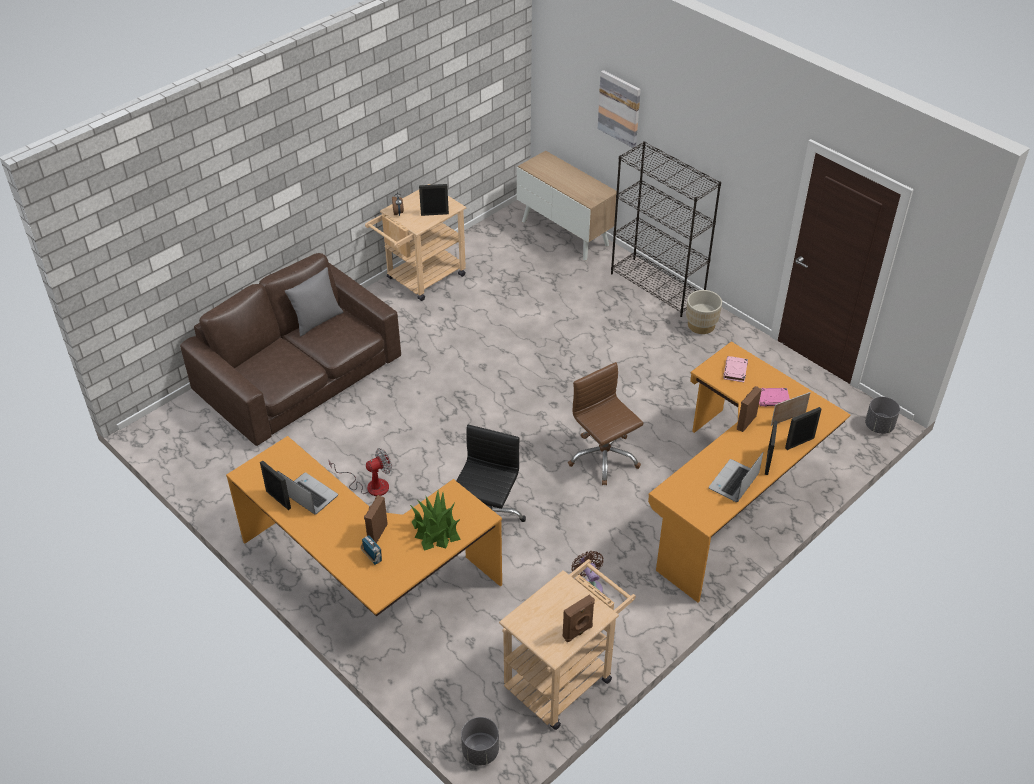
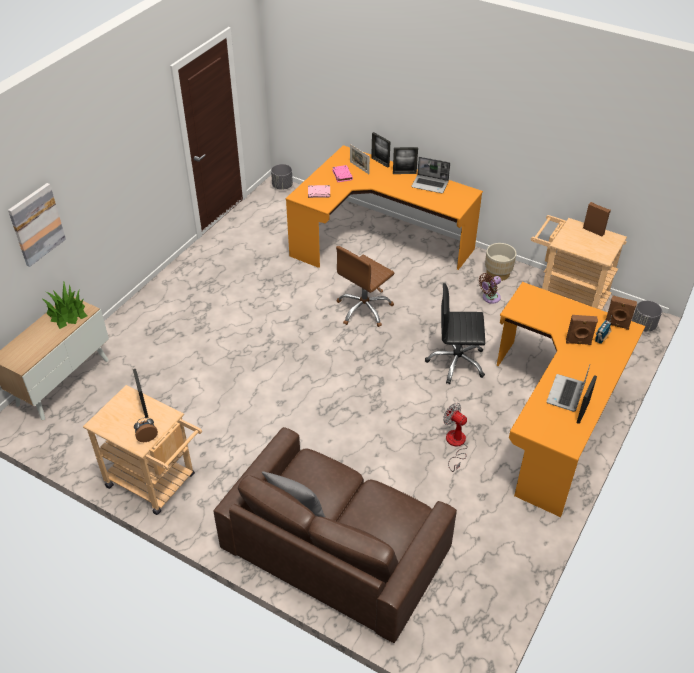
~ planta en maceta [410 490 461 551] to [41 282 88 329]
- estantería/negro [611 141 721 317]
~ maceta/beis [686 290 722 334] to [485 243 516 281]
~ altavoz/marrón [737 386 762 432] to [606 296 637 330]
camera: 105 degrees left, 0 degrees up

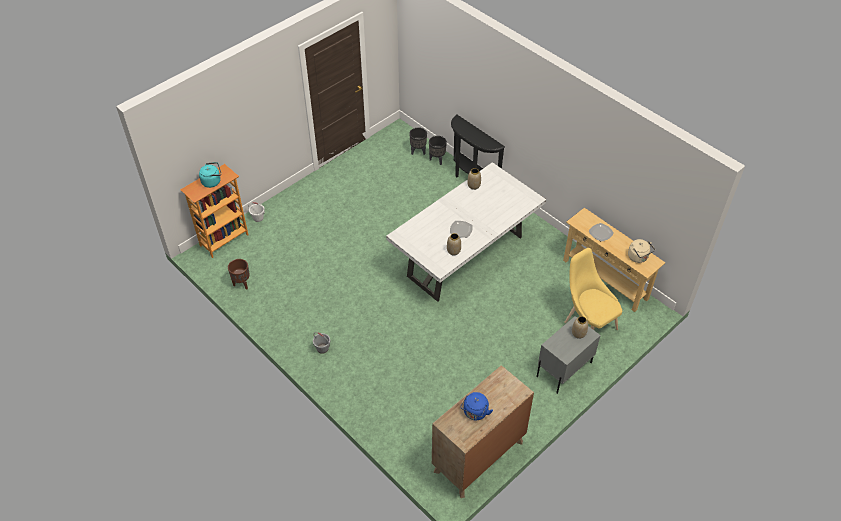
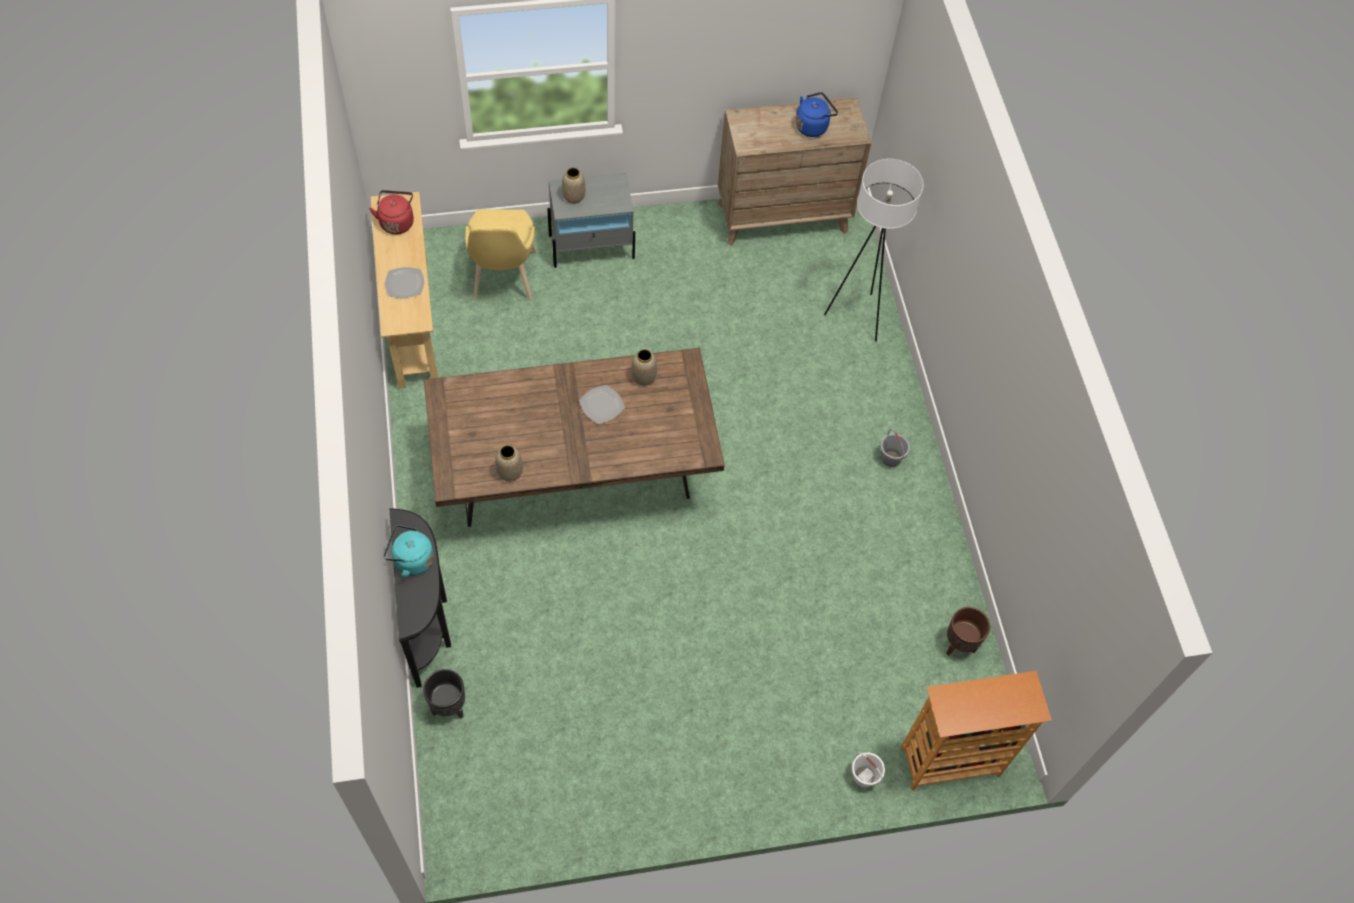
~ hervidor/turquesa [199 162 221 188] to [384 525 434 577]
~ mesa de comedor/blanco [386 162 546 302] to mesa de comedor/marrón [424 348 725 527]
- maceta/negro [409 127 427 155]
~ hervidor/beis [628 239 655 263] to hervidor/rojo [369 190 414 234]
+ lámpara de pie/blanco [824 159 923 342]
camera: 150 degrees left, 10 degrees up

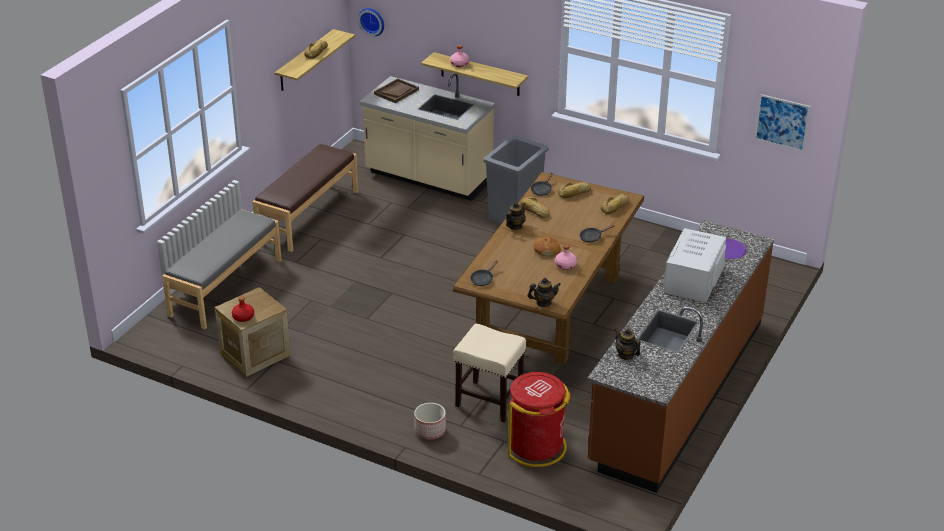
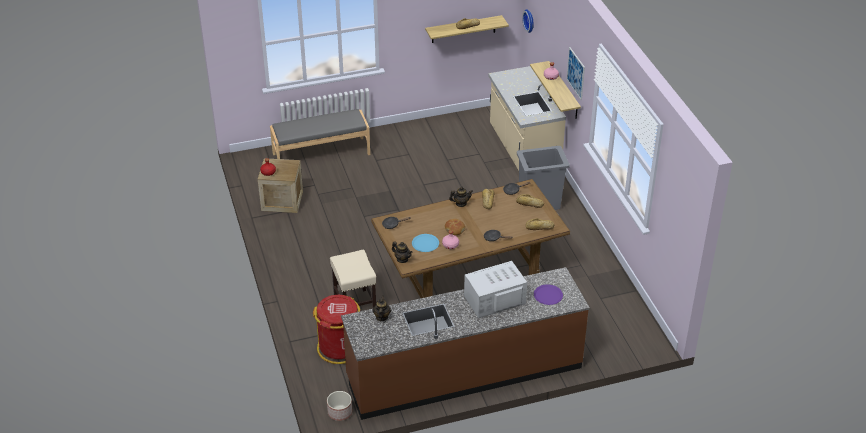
- banco/marrón [252 144 358 252]
- bandeja/marrón [374 78 419 103]
~ maceta [414 403 446 439] to [327 391 352 421]
~ cuadro [754 94 811 152] to [566 47 585 100]
+ plato/azul [412 234 439 252]
camera: 45 degrees right, 5 degrees up

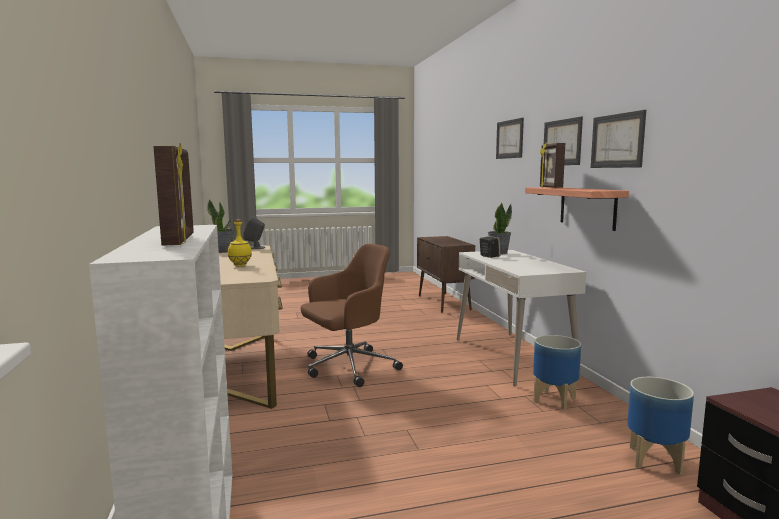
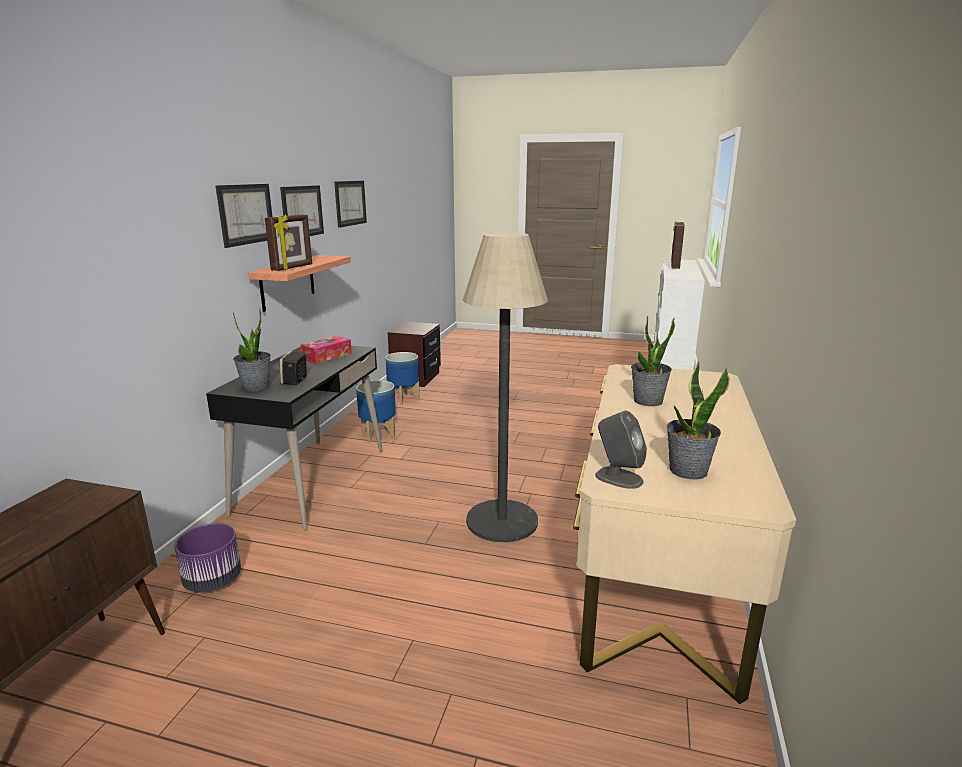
~ botella/amarillo [228 219 252 266] to planta en maceta [631 316 675 406]
~ silla de oficina/marrón [301 244 403 387] to lámpara de pie [463 232 548 542]
~ escritorio/blanco [457 250 587 386] to escritorio/negro [206 346 383 531]
~ cuadro [496 118 524 159] to [334 181 367 228]
+ maceta/morado [174 523 241 592]
+ caja de pañuelos [301 336 352 364]
camera: 150 degrees left, 10 degrees up

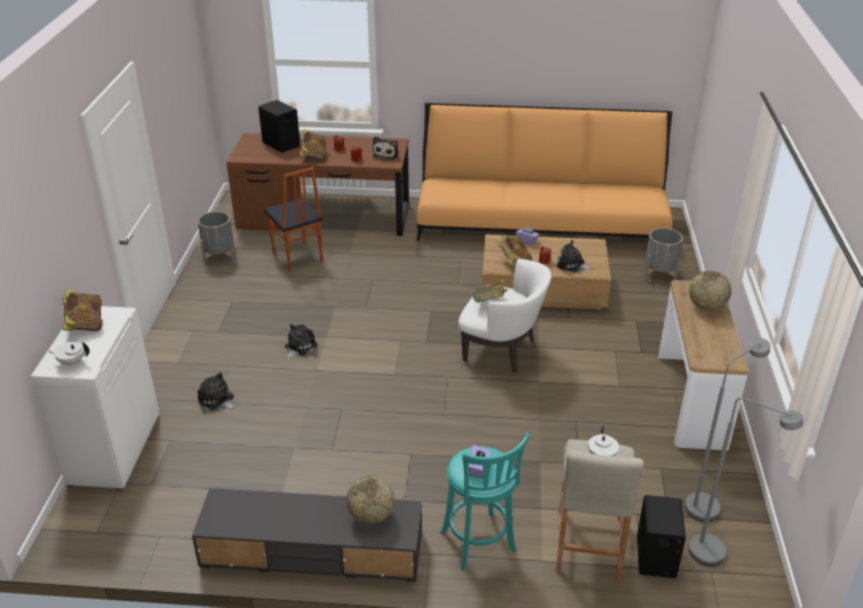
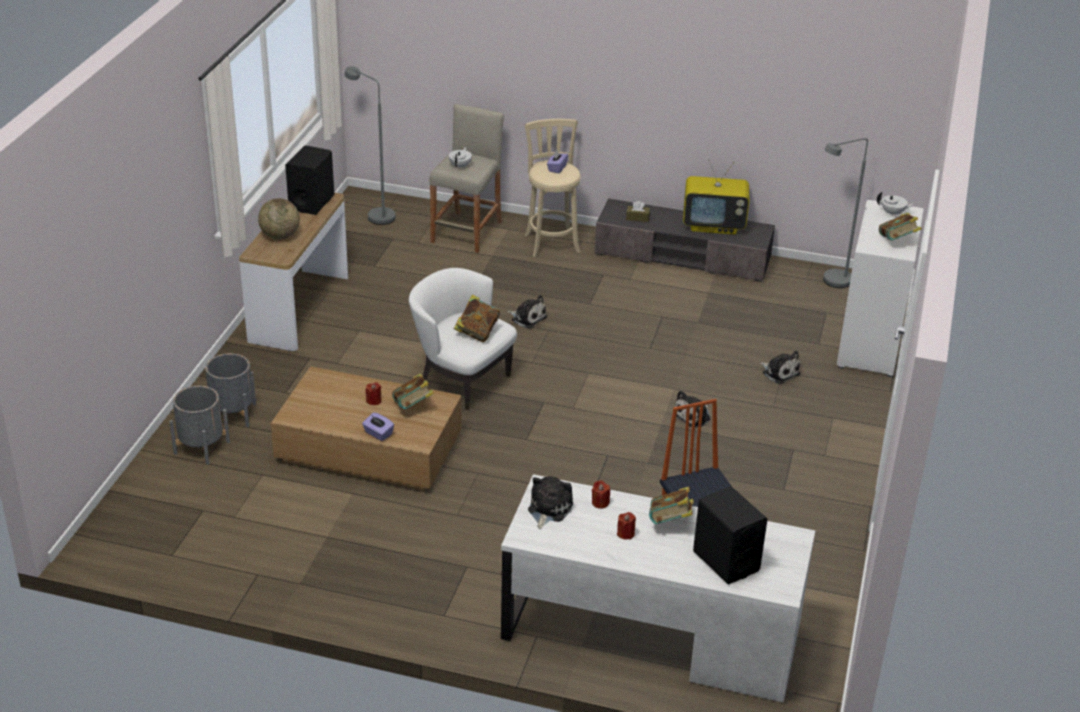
~ maceta/gris [198 211 235 266] to [205 353 256 427]
~ escritorio/marrón [226 133 409 236] to escritorio/blanco [501 474 815 703]
~ globo terráqueo [346 475 394 525] to caja de pañuelos/marrón [626 201 650 222]
- sofá/naranja [416 103 673 241]
~ taburete/turquesa [440 433 529 571] to taburete/beis [525 119 581 257]
~ peluche [556 240 593 273] to [507 295 547 329]
~ altavoz/negro [637 495 686 578] to [285 145 334 215]
~ lámpara de pie/gris [685 338 770 522] to [823 138 868 288]
+ televisor [683 159 749 234]
camera: 170 degrees left, 0 degrees up

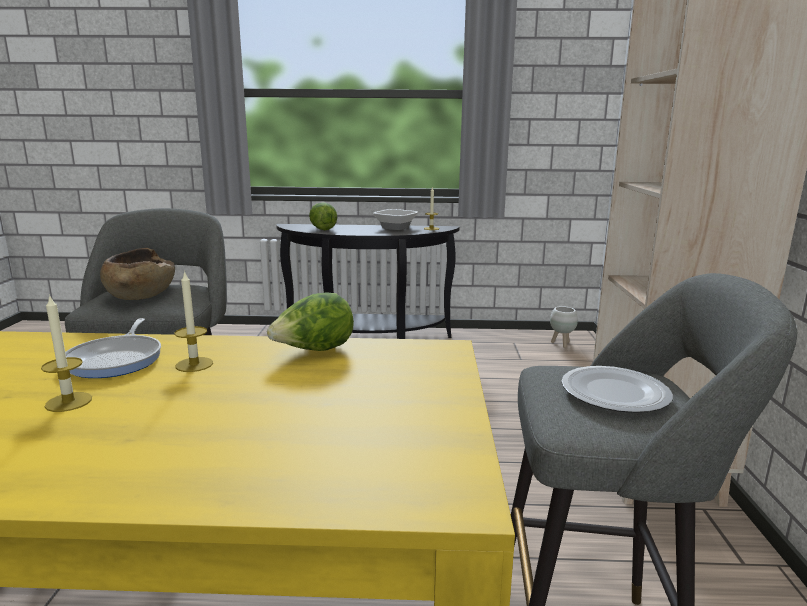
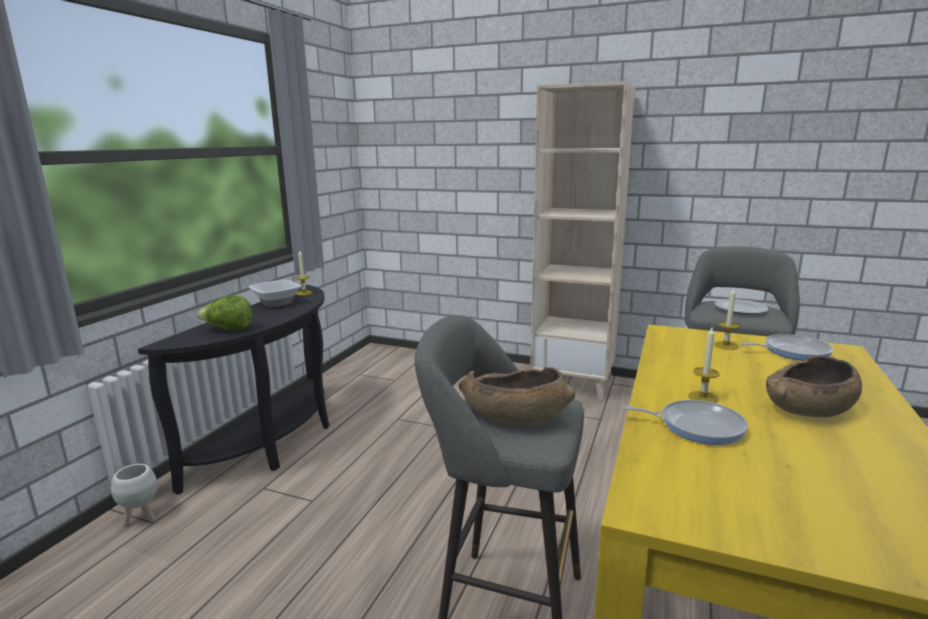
~ vela [41 294 92 412] to [714 288 740 350]
- lechuga [267 292 354 351]
~ maceta/blanco [550 306 578 348] to [111 464 157 526]
+ sartén [740 334 833 361]
+ cuenco/marrón [766 356 862 417]
camera: 70 degrees left, 0 degrees up

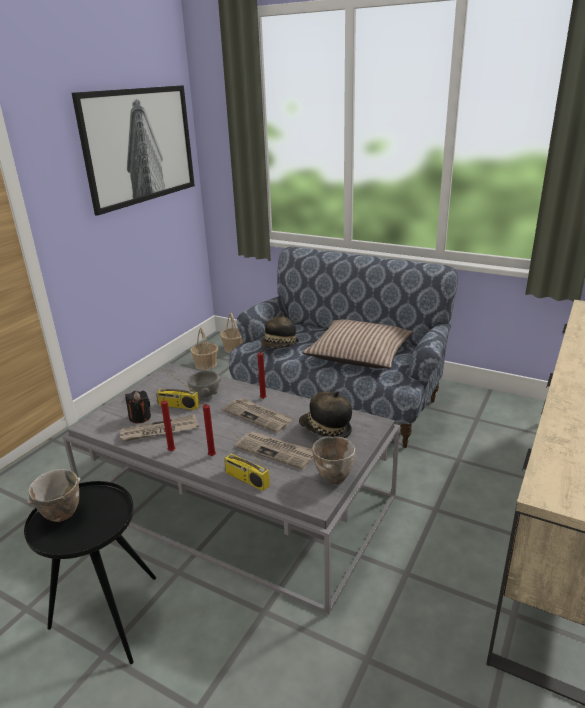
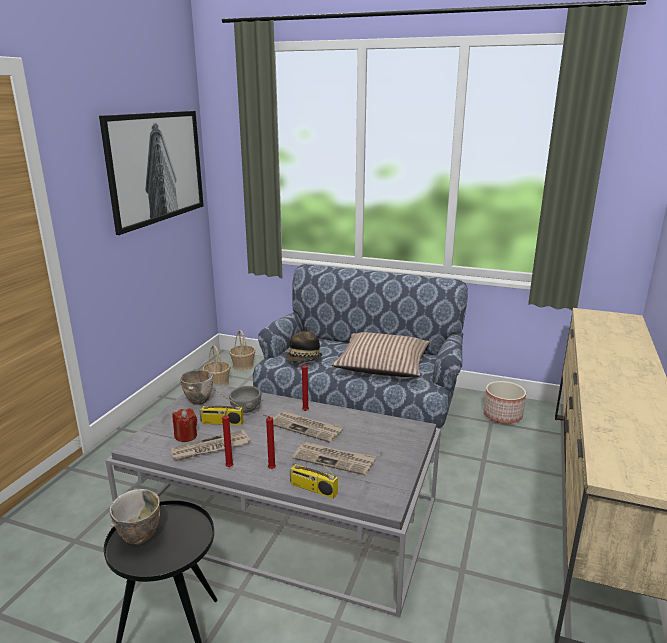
~ vela/negro [125 391 151 423] to vela/rojo [172 408 197 442]
- sombrero [299 391 352 438]
~ cuenco [312 436 355 484] to [180 370 213 405]
+ maceta [484 381 526 424]
camera: 10 degrees left, 5 degrees down

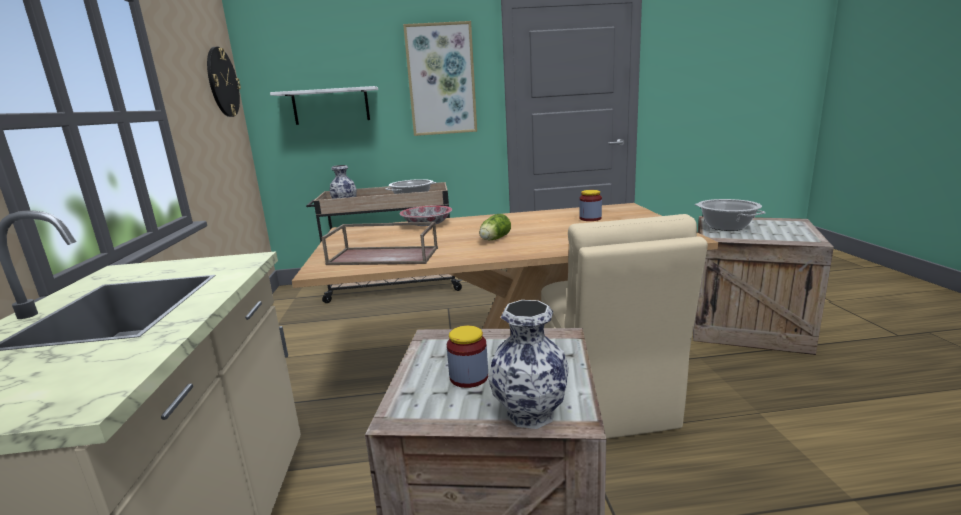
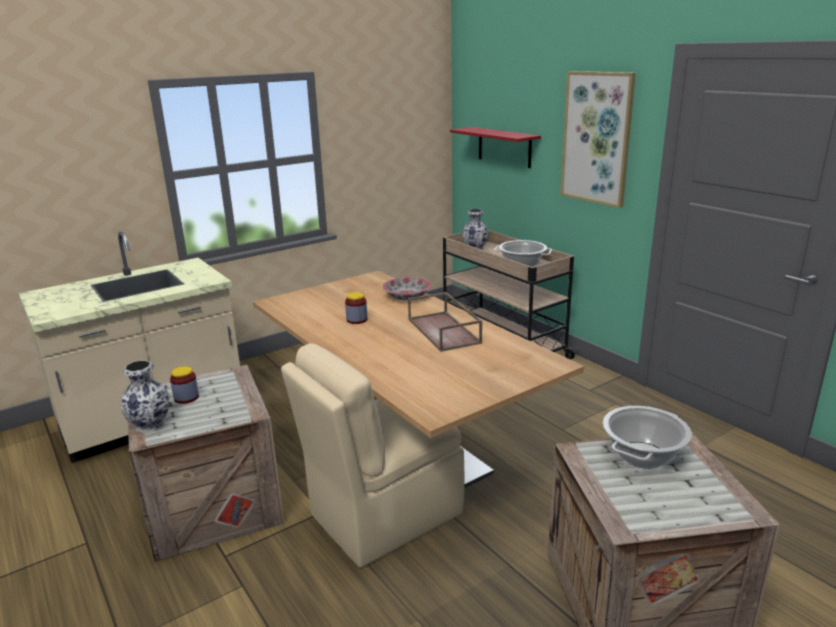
- reloj de pared [207 47 241 117]
~ estante/blanco [270 86 378 125] to estante/rojo [450 127 541 168]
~ bandeja/marrón [321 222 438 265] to [408 292 482 352]
- lechuga [479 214 511 240]
~ tarro [579 190 602 221] to [345 292 367 324]
camera: 60 degrees right, 5 degrees up

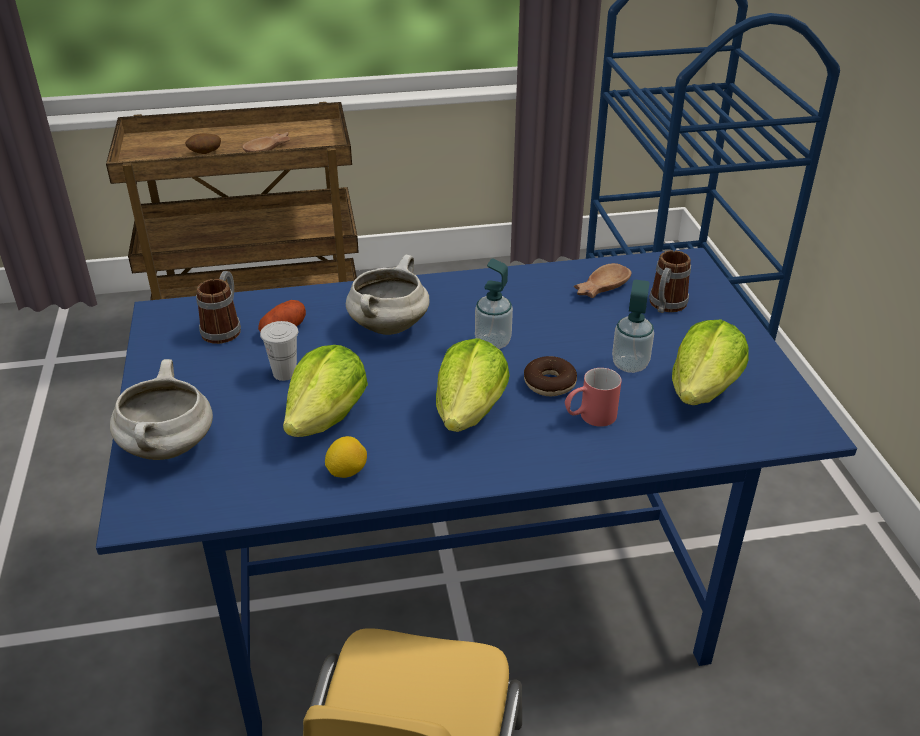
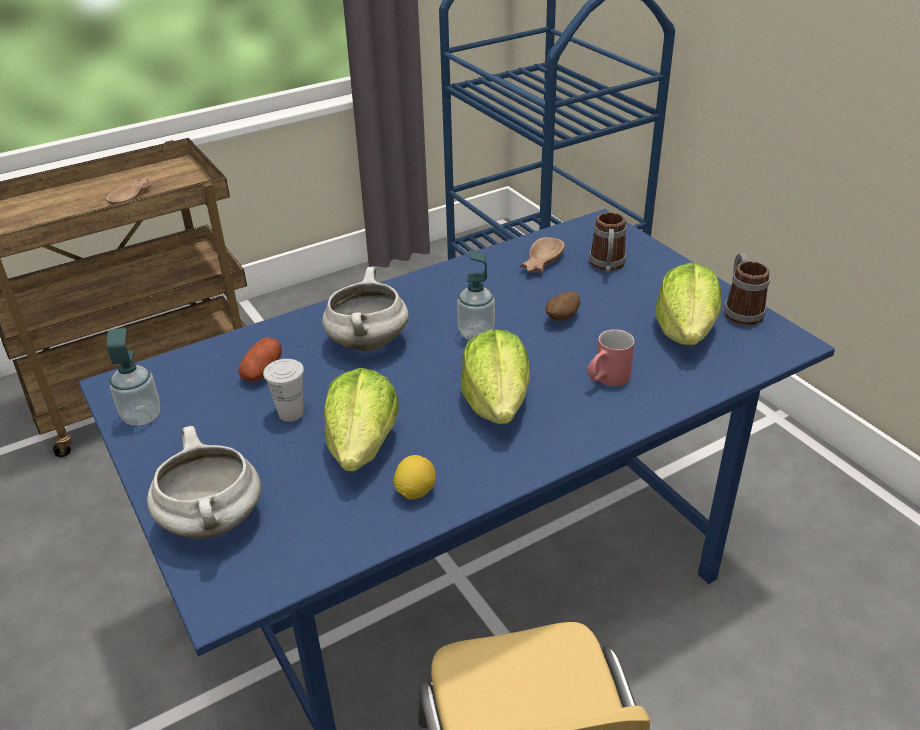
~ patata [185 133 221 154] to [546 291 580 321]
~ taza grande [196 271 241 344] to [724 253 770 325]
- rosquilla [524 356 577 396]
~ dispensador de jabón [612 280 654 373] to [107 328 160 426]
camera: 20 degrees left, 0 degrees up

